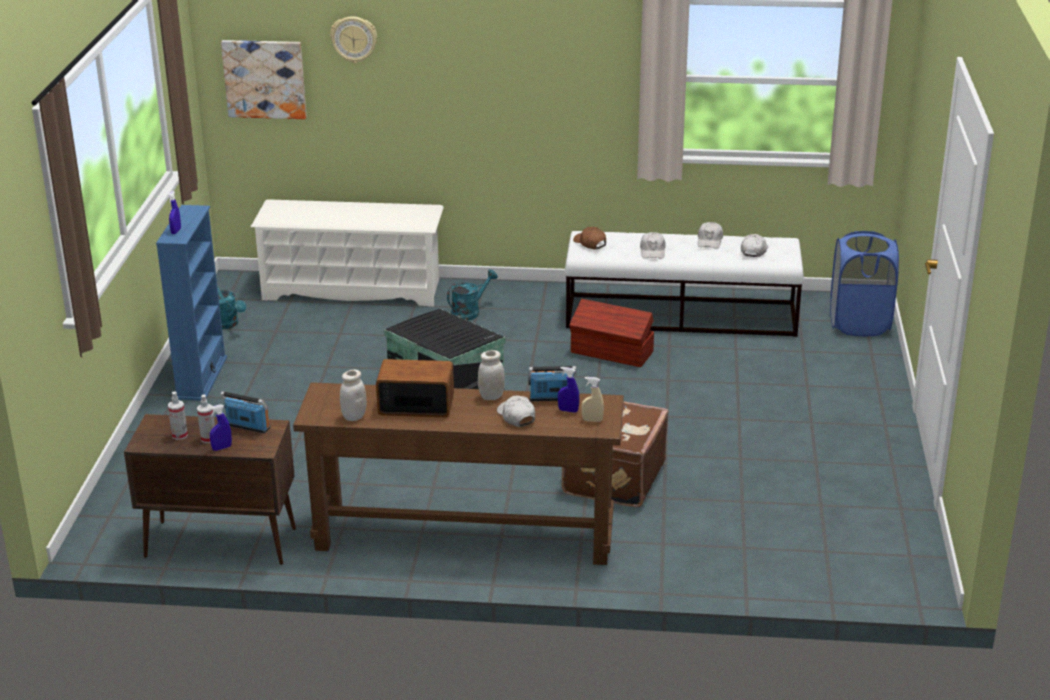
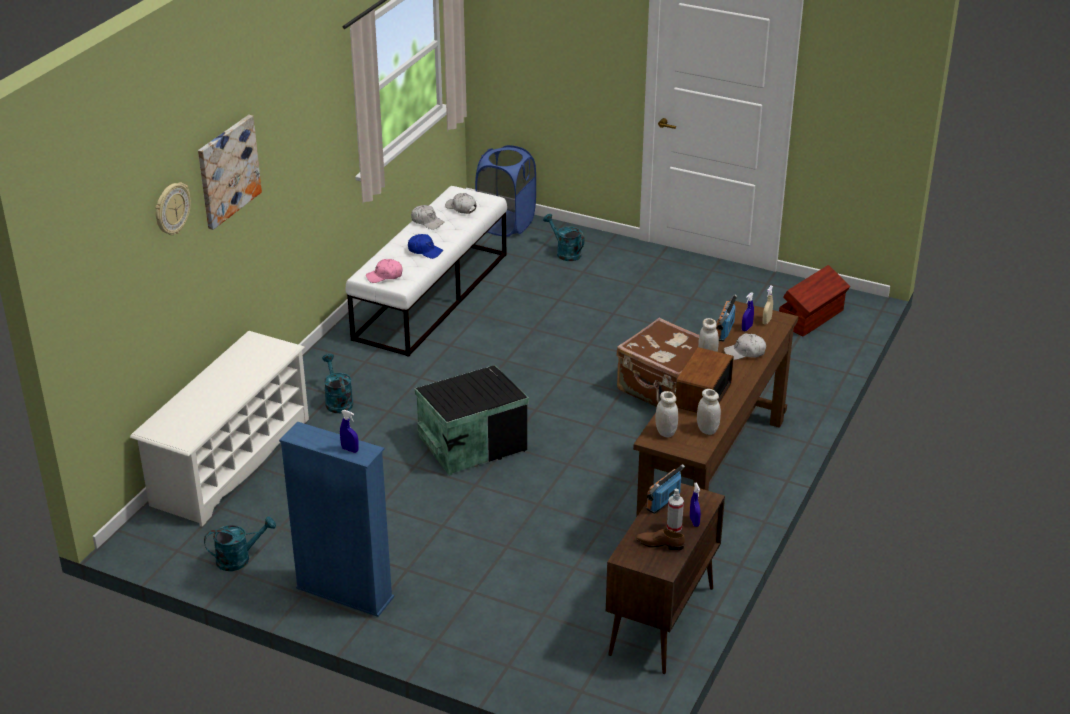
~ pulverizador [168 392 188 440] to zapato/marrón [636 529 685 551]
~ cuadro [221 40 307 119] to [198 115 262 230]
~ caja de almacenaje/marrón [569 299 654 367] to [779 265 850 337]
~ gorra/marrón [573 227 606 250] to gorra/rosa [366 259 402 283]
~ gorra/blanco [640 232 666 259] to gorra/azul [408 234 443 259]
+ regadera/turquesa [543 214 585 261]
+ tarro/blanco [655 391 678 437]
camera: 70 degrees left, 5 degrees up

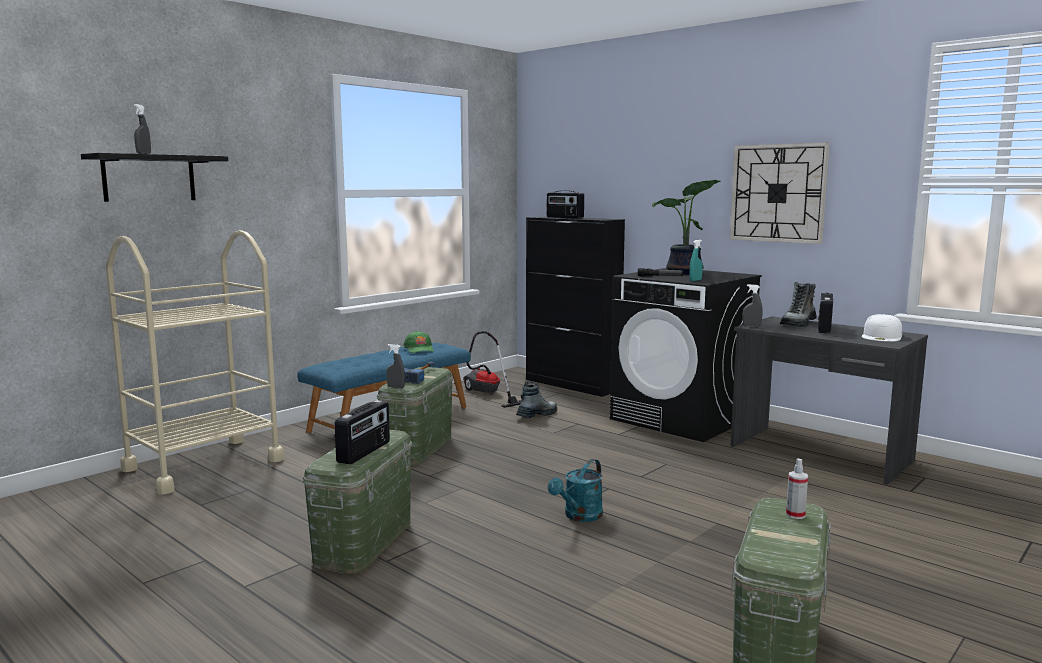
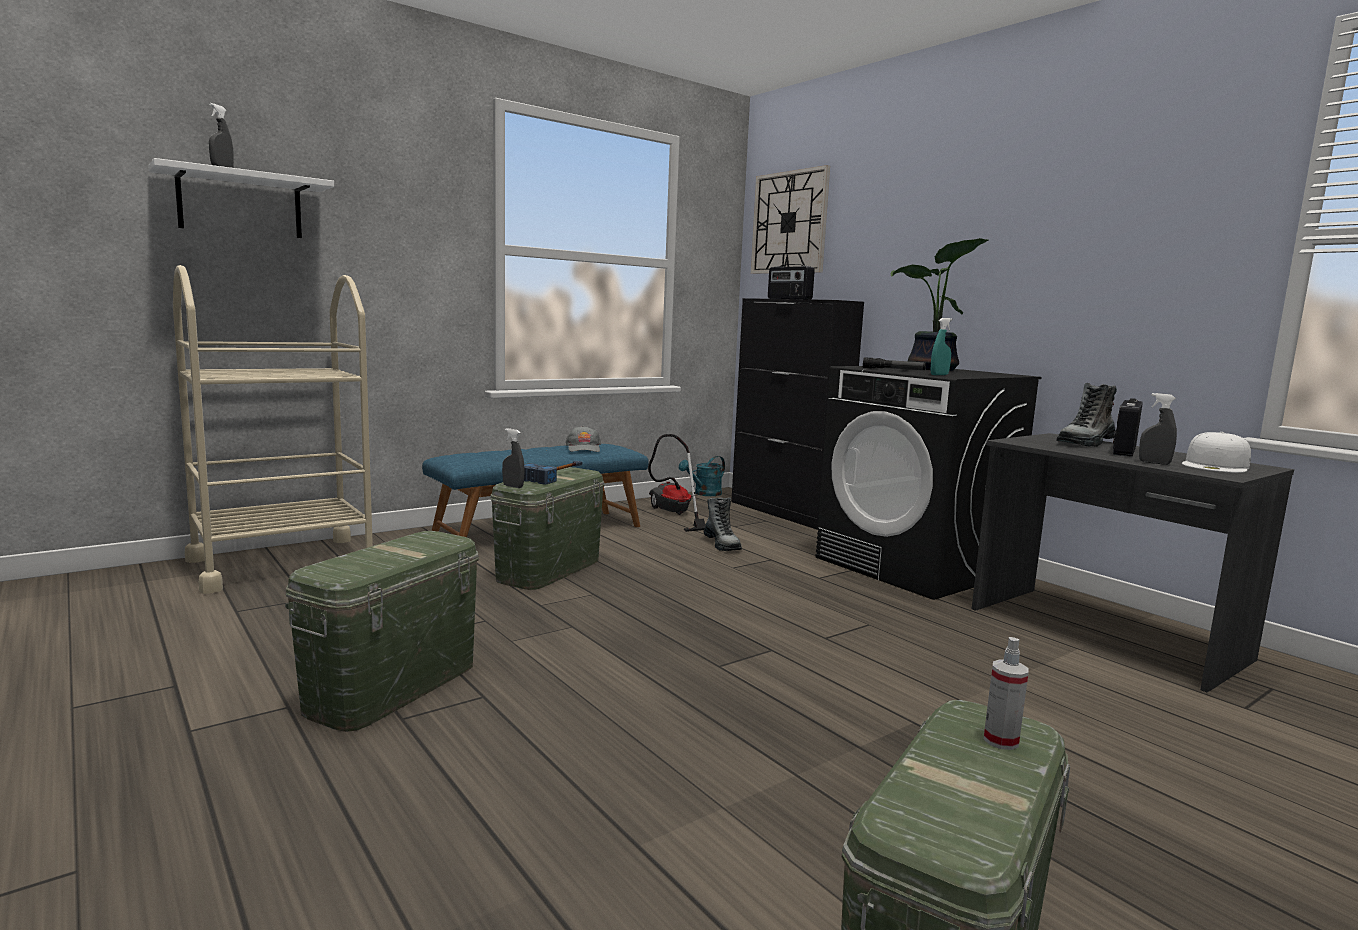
~ estante/negro [81 153 228 202] to estante/blanco [148 158 334 238]
- radio [334 400 390 464]
~ gorra/verde [404 331 434 353] to gorra/gris [565 426 601 452]
~ bota [516 381 557 418] = [704 497 742 551] 105 degrees clockwise
~ regadera/turquesa [548 459 603 522] to [679 456 725 496]
~ reloj de pared [730 142 830 244] to [751 165 830 274]
~ pulverizador/gris [743 284 763 328] to [1139 393 1177 465]
camera: 10 degrees right, 0 degrees up

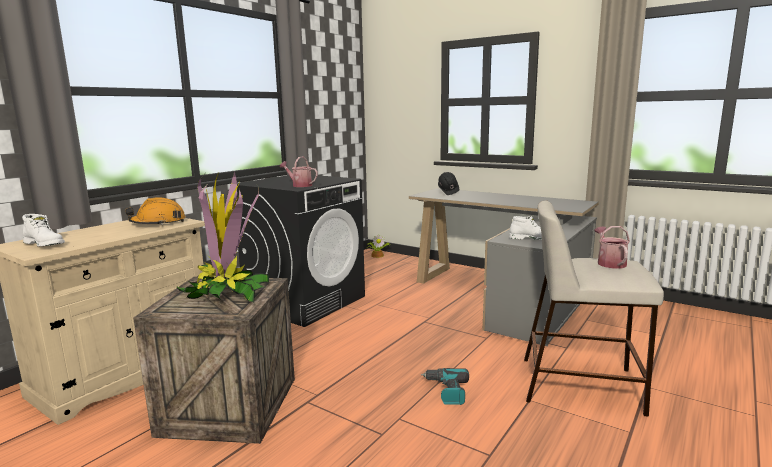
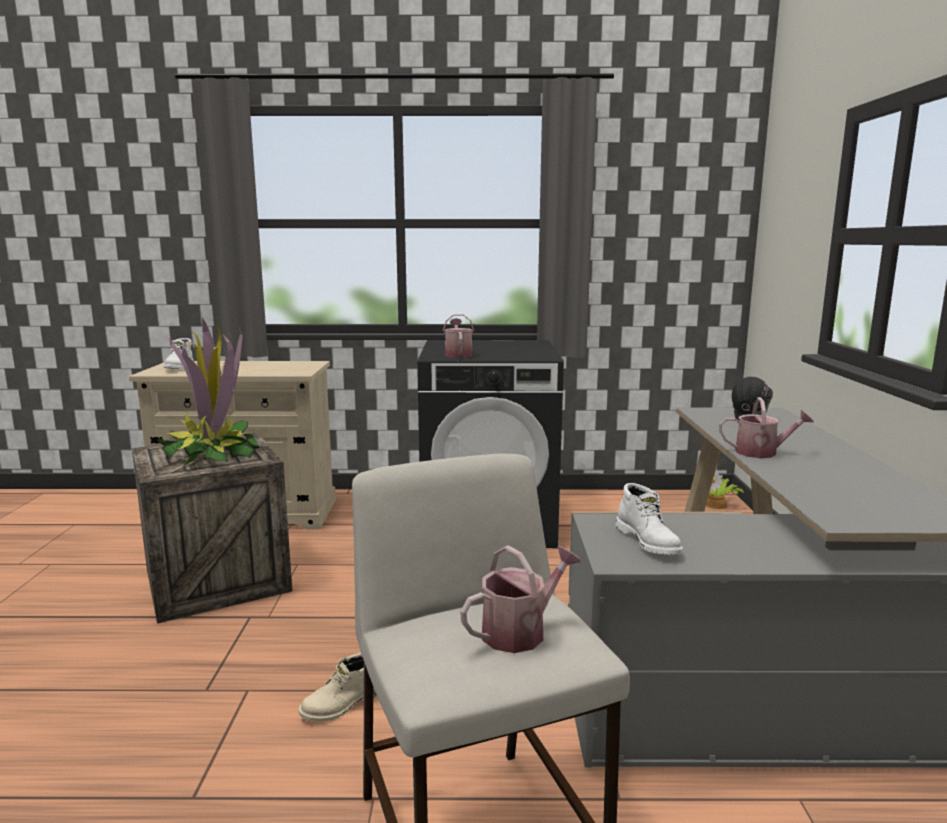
- casco/naranja [125 197 186 225]
~ taladro [421 368 469 405] to bota/beis [298 653 377 722]
+ regadera [719 397 814 458]
camera: 55 degrees right, 0 degrees up

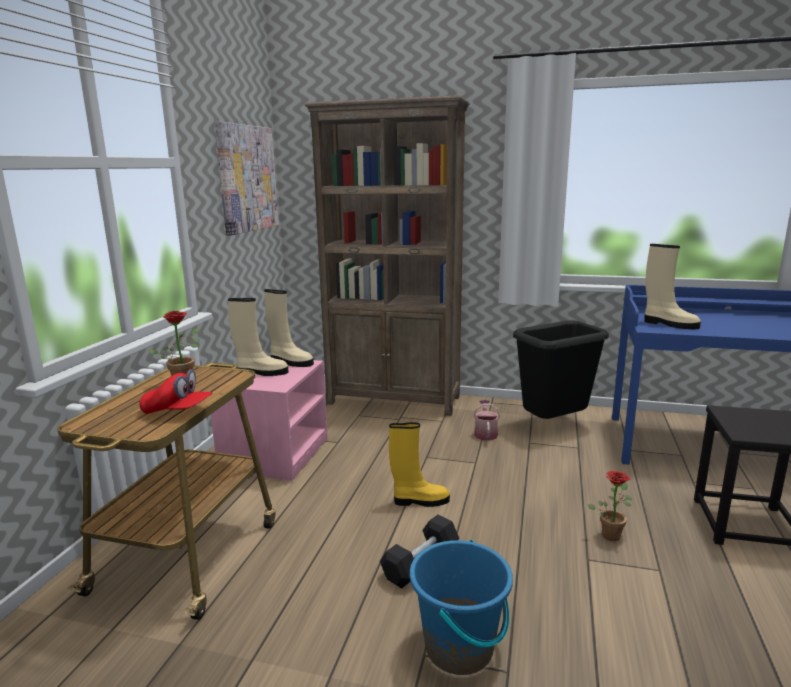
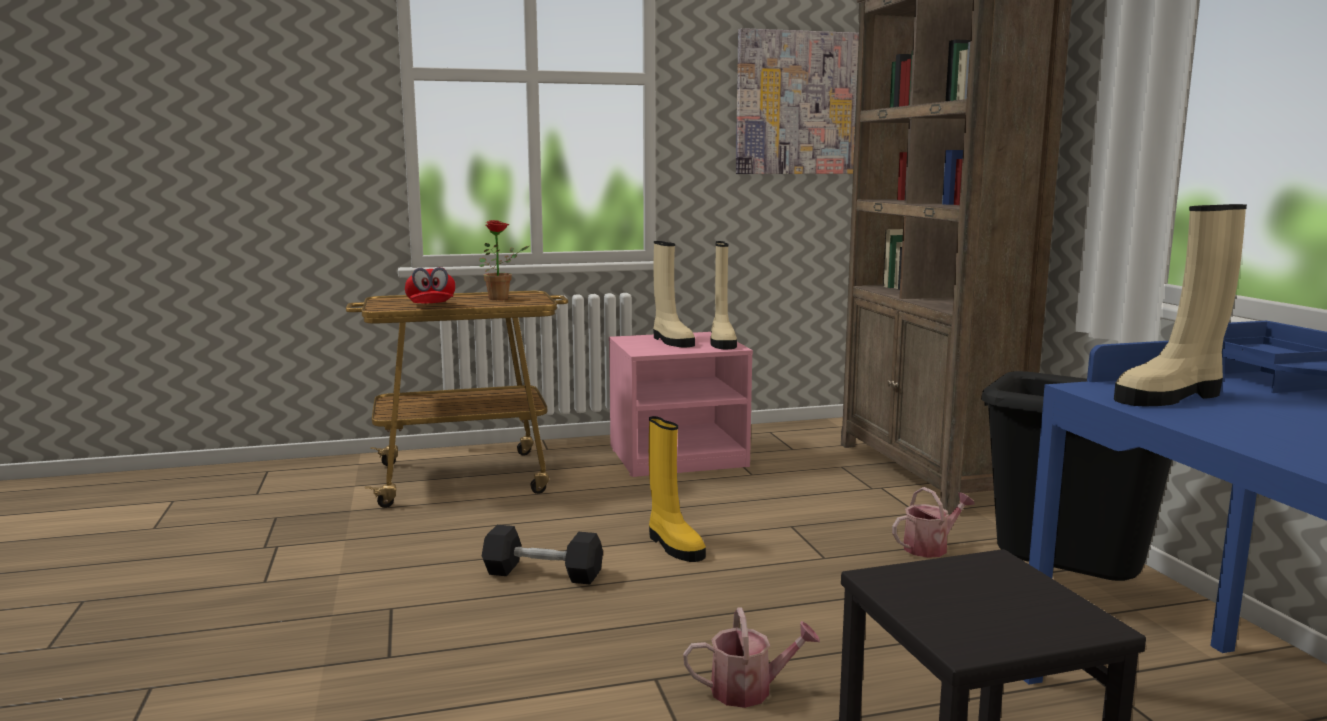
- cubo/azul [410 540 513 675]
~ planta en maceta [587 471 632 541] to regadera [683 607 820 708]
~ bota/beis [644 244 701 329] = [1114 204 1247 406] 60 degrees clockwise
camera: 60 degrees right, 5 degrees down

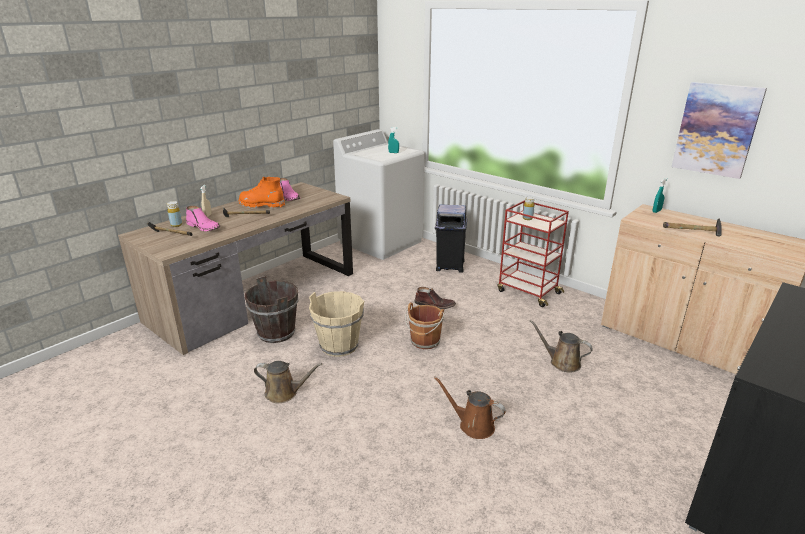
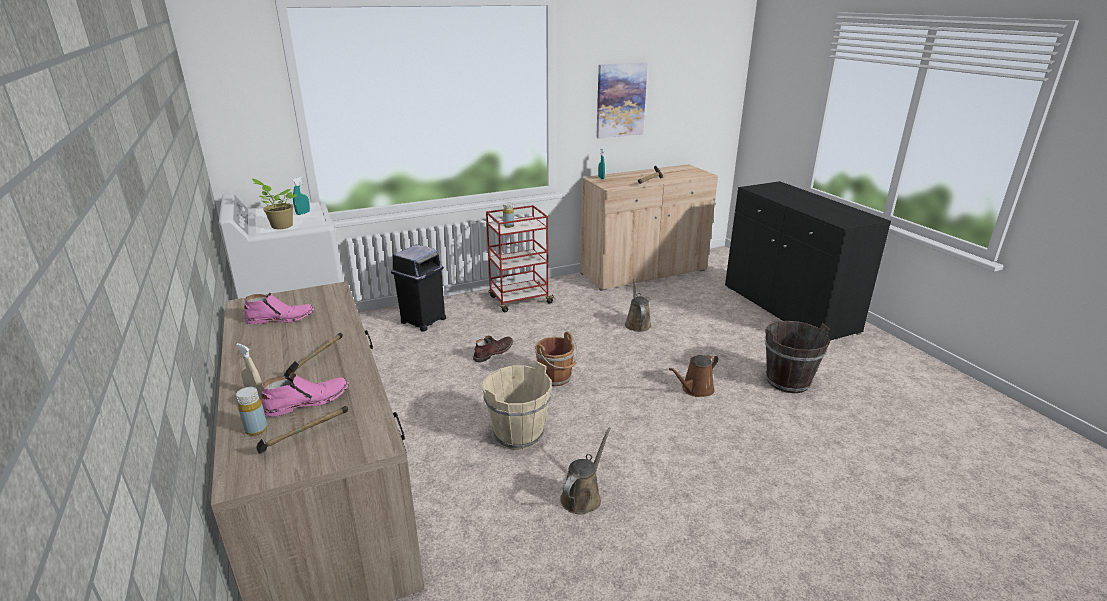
- bota/naranja [238 177 285 209]
~ cubo/marrón [245 276 299 343] to [765 321 830 393]
~ regadera/marrón [530 320 593 372] = [625 279 651 332] 120 degrees clockwise
+ planta en maceta [252 179 298 229]
camera: 65 degrees left, 0 degrees up

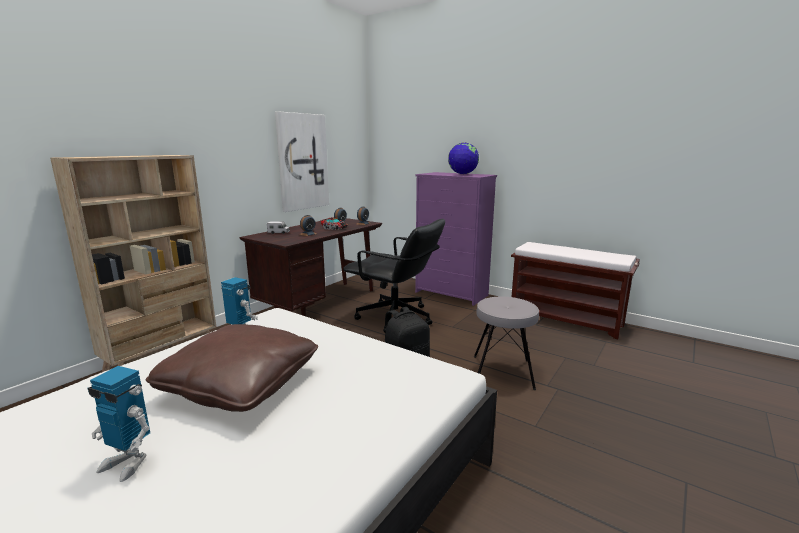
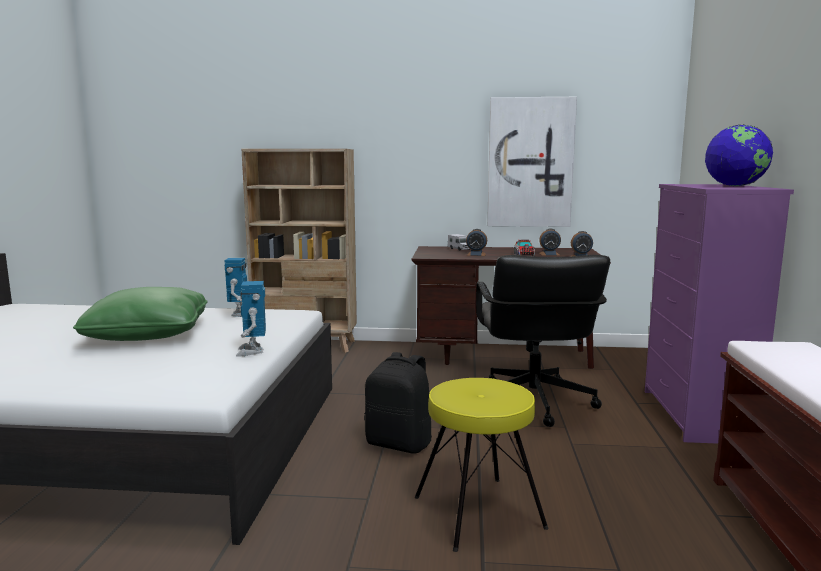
~ robot de juguete [88 366 150 482] to [236 281 266 357]
~ cojín/marrón [146 324 318 412] to cojín/verde [73 287 208 341]
~ taburete/gris [474 297 539 390] to taburete/amarillo [415 378 548 552]
camera: 60 degrees right, 5 degrees down

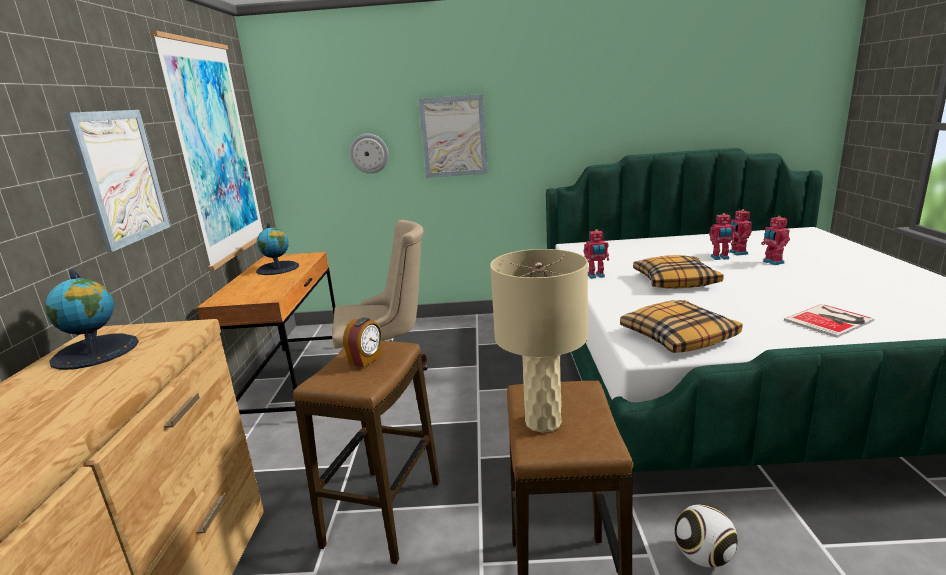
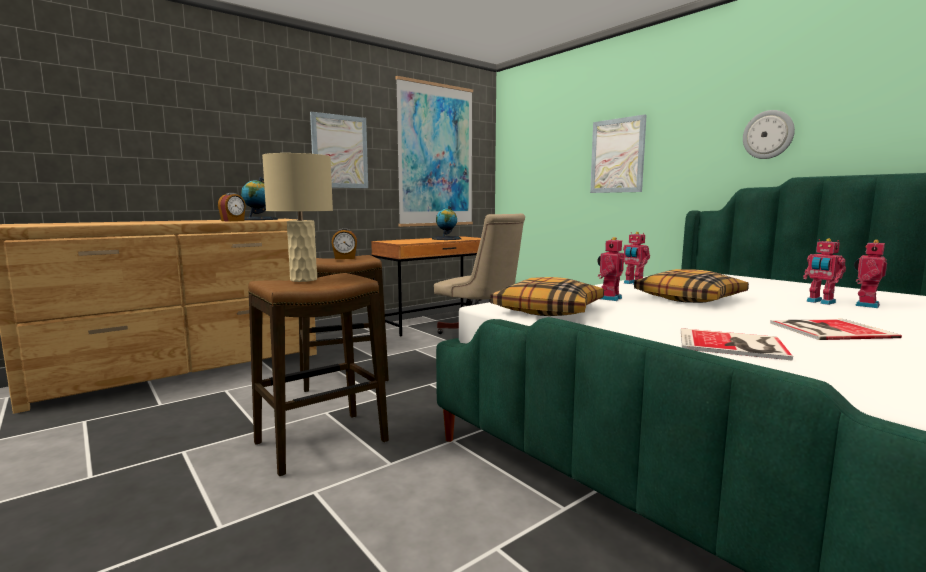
~ reloj de pared [349 134 389 174] to [743 110 795 159]
- balón de fútbol [675 504 738 568]
~ robot de juguete [761 215 790 265] to [598 237 624 301]
+ despertador [218 193 246 221]
+ libro [770 319 902 340]
camera: 50 degrees right, 10 degrees down

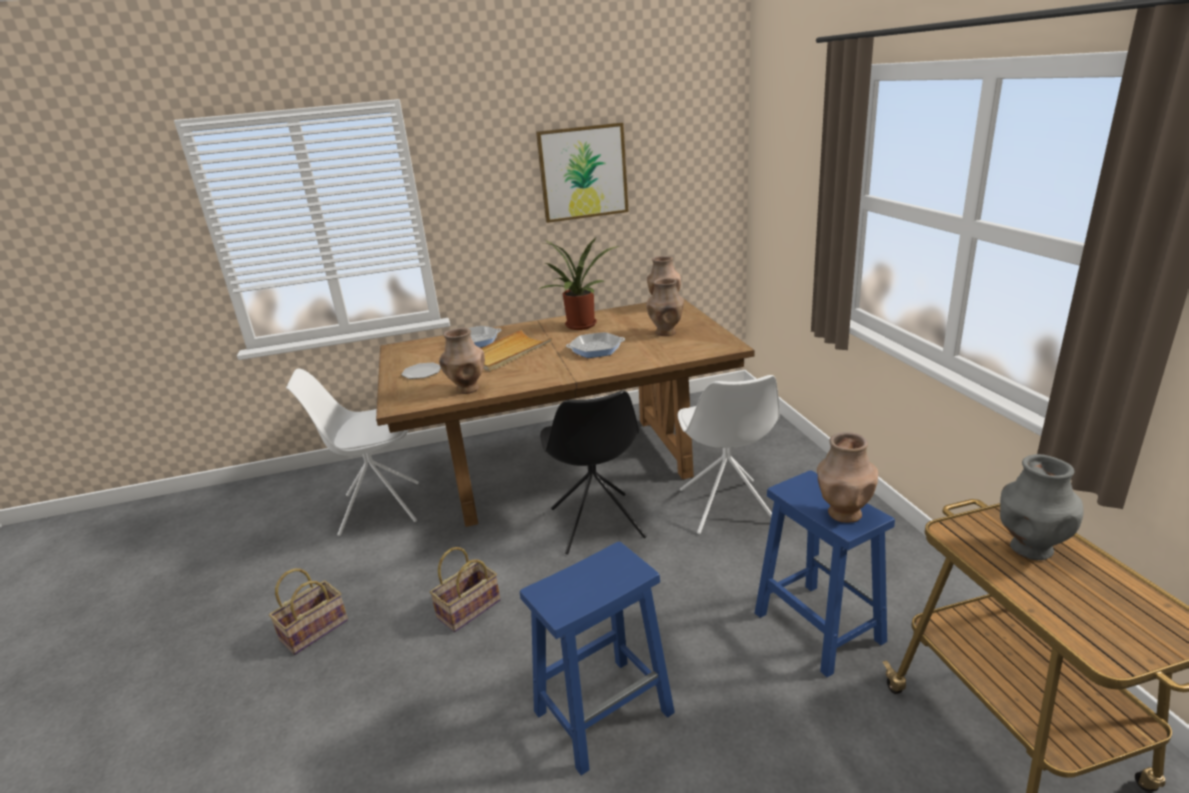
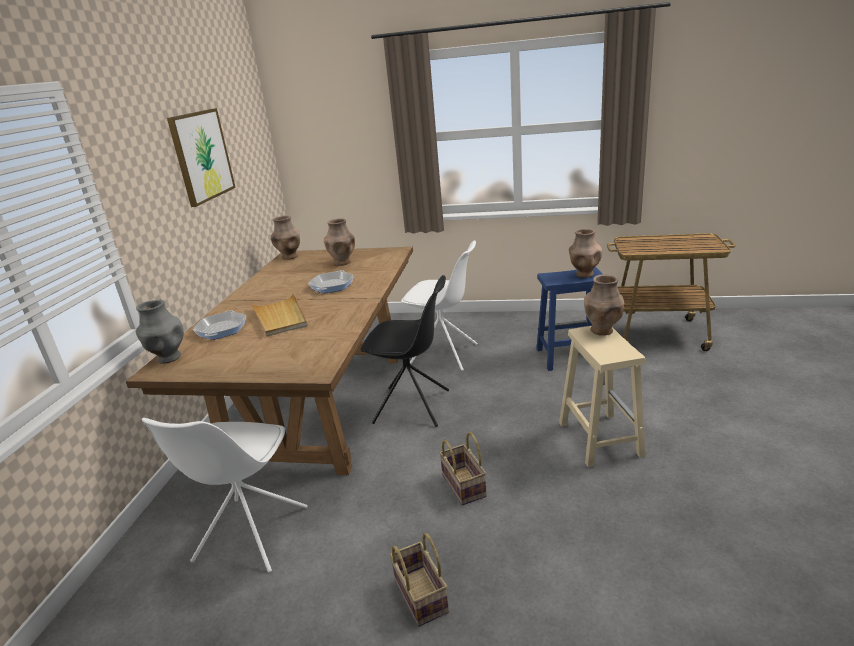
- plato [401 362 441 379]
~ florero/marrón [439 328 485 394] to [584 274 624 336]
~ taburete/azul [520 542 675 776] to taburete/beis [559 326 646 467]
- planta en maceta [540 238 619 330]
~ florero/gris [1000 454 1084 560] to [136 300 184 364]
camera: 65 degrees left, 0 degrees up

